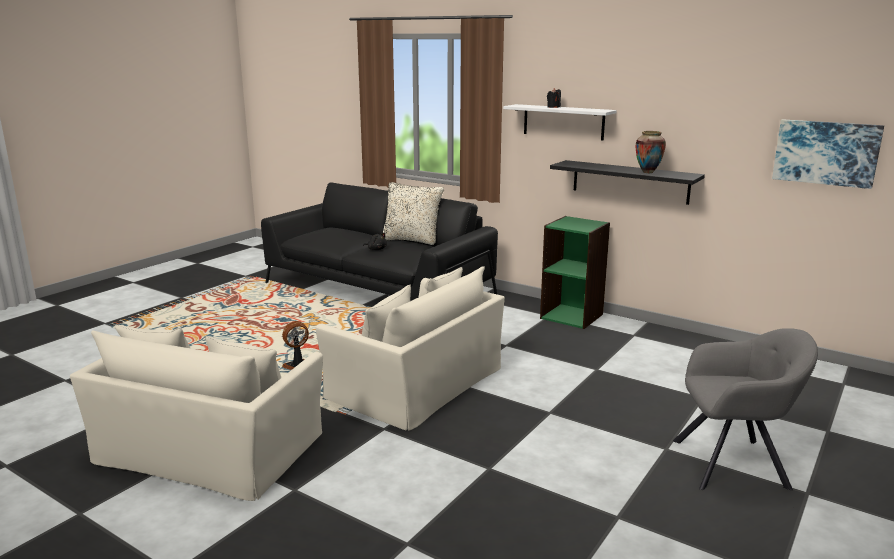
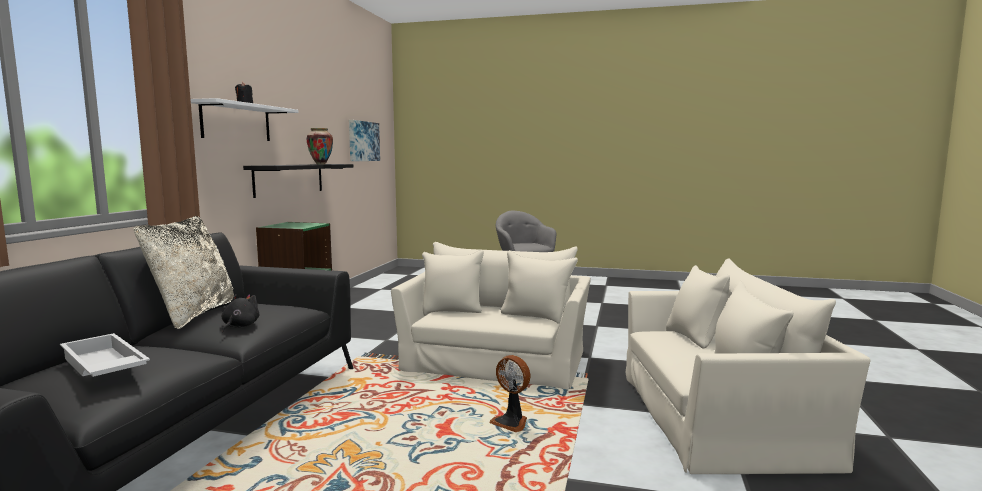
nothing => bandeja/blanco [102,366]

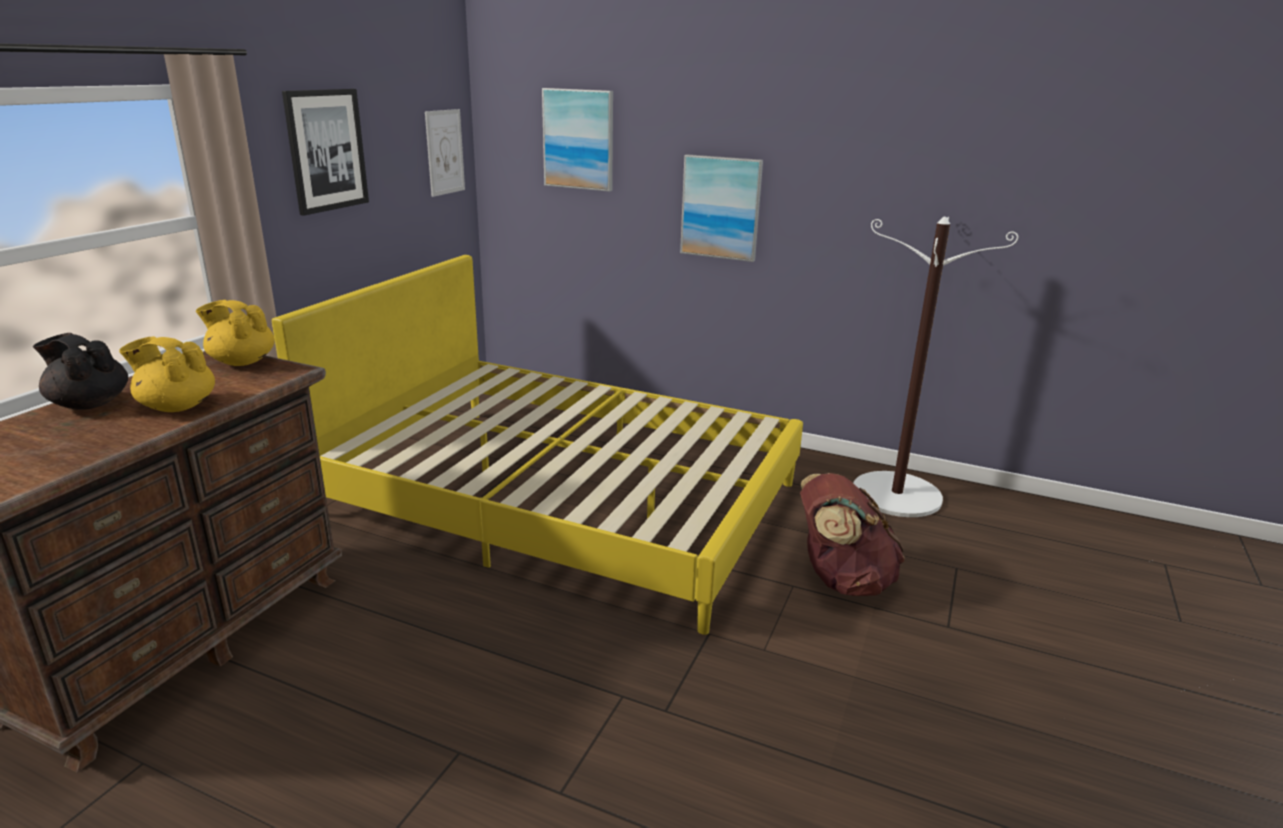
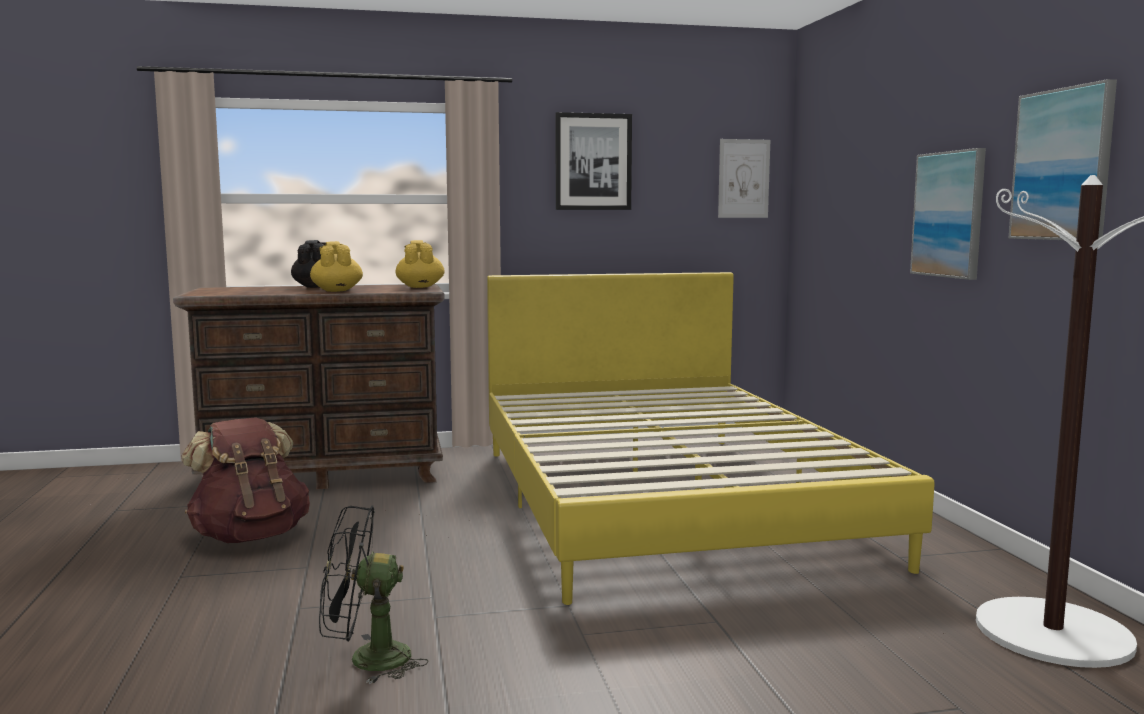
cuadro [578,139] => cuadro [1063,165], moved
mochila/marrón [841,580] => mochila/marrón [250,536], moved
nothing => ventilador/negro [366,660]

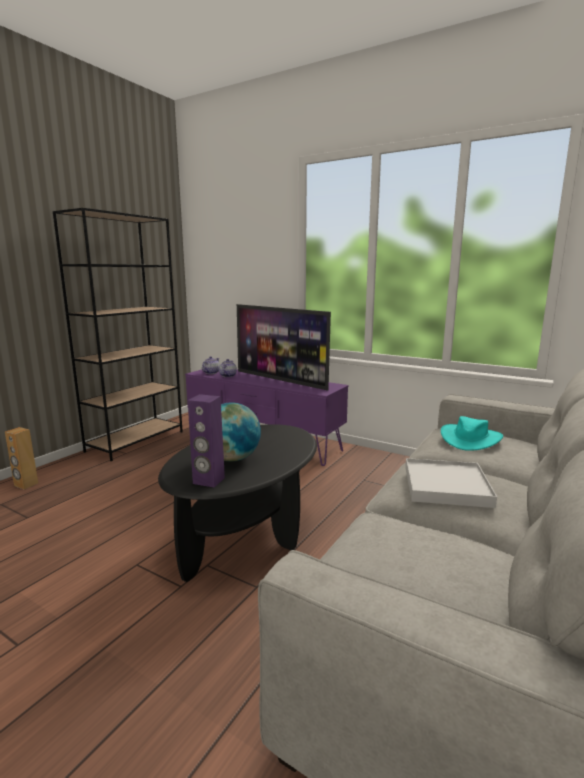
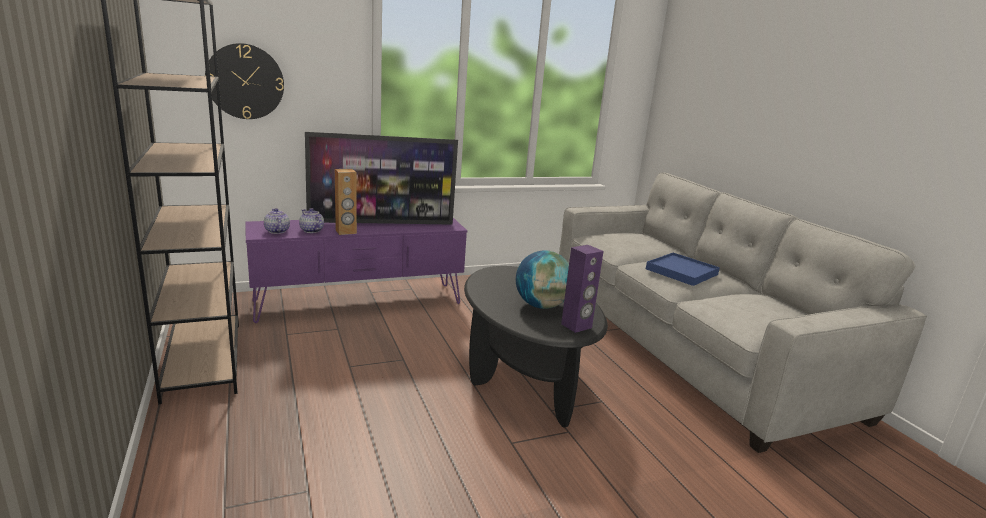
altavoz/marrón [26,484] => altavoz/marrón [346,232], moved
bandeja/blanco [446,486] => bandeja/azul [681,272]
sombrero/turquesa [470,438] => nothing
nothing => reloj de pared [245,81]

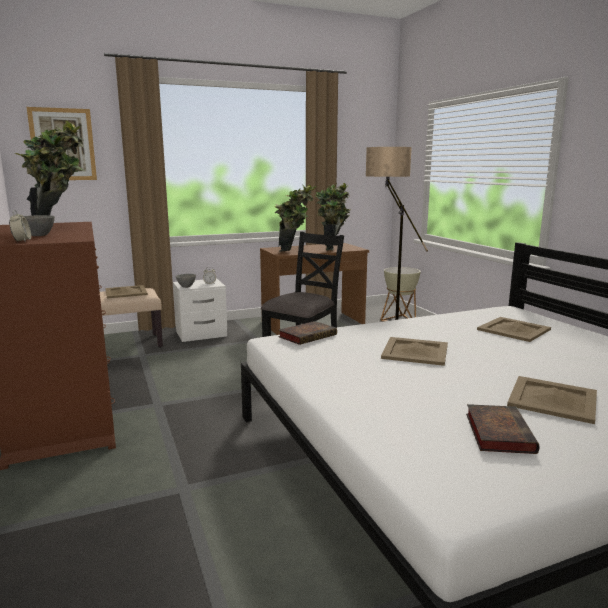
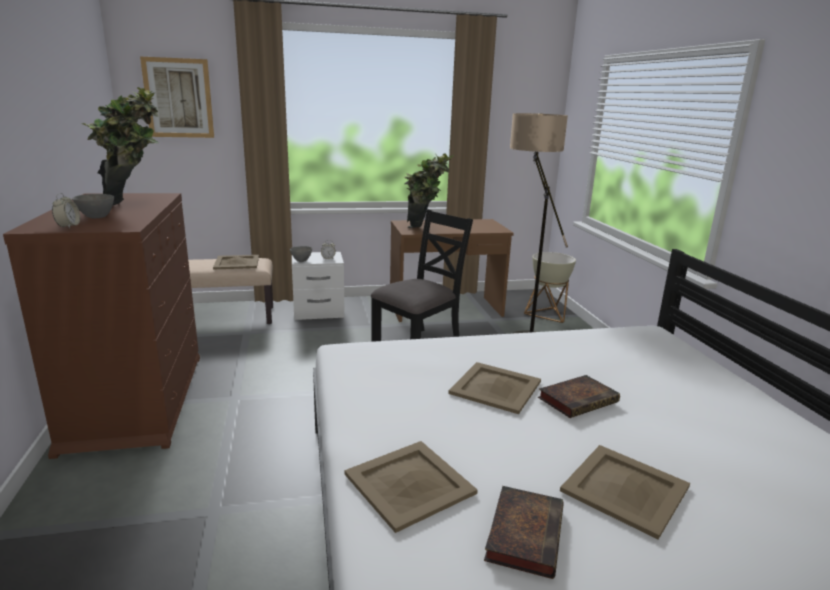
libro [308,336] => libro [578,399], moved
planta en maceta [333,248] => nothing
bandeja/beis [514,329] => bandeja/beis [410,484], moved

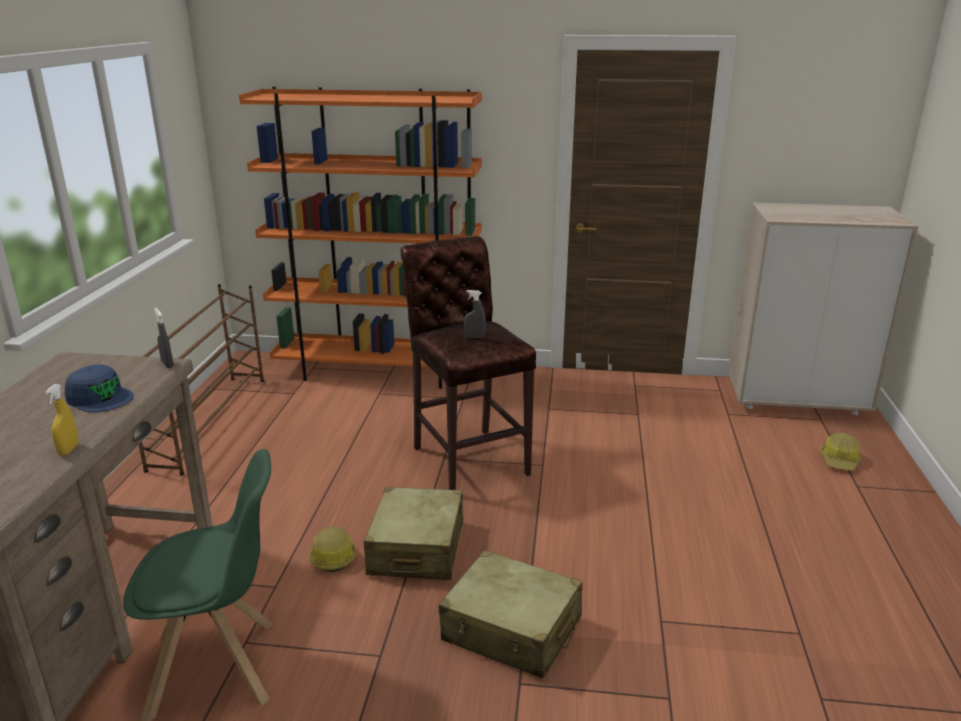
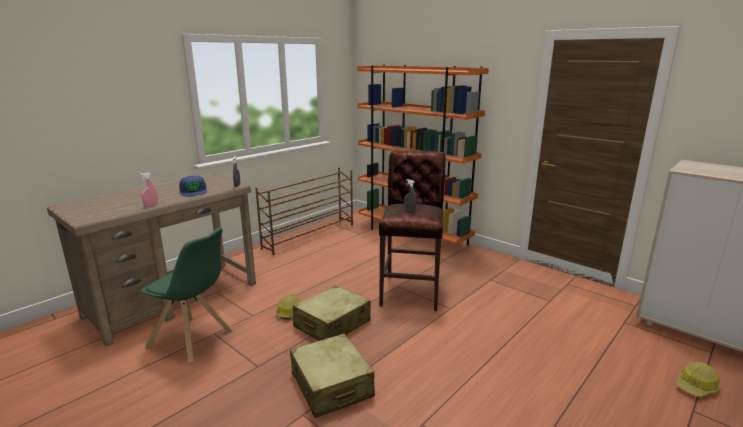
pulverizador/amarillo [68,450] => pulverizador/rosa [151,205]

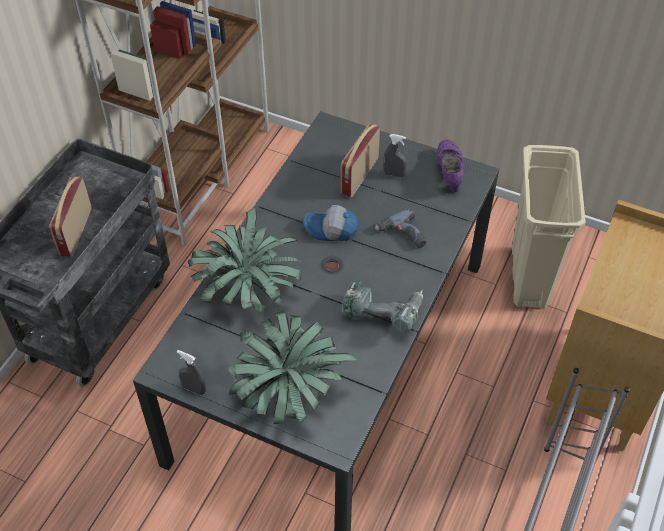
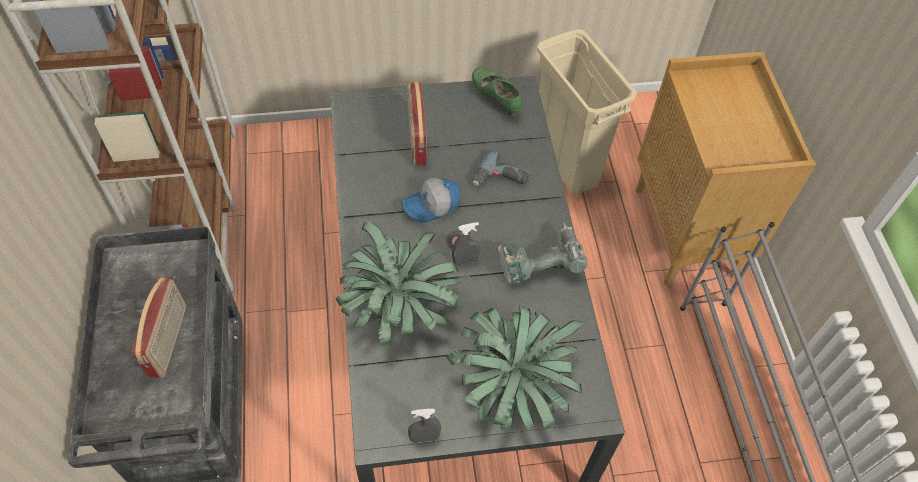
radio [75,231] => radio [169,341], 150 degrees counterclockwise
pulverizador/gris [394,174] => pulverizador/gris [465,261], moved
zapato/morado [449,173] => zapato/verde [496,99]

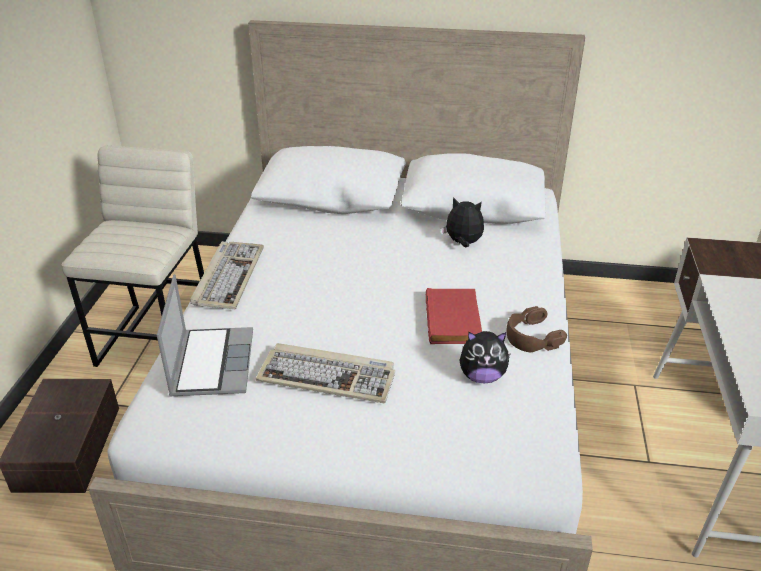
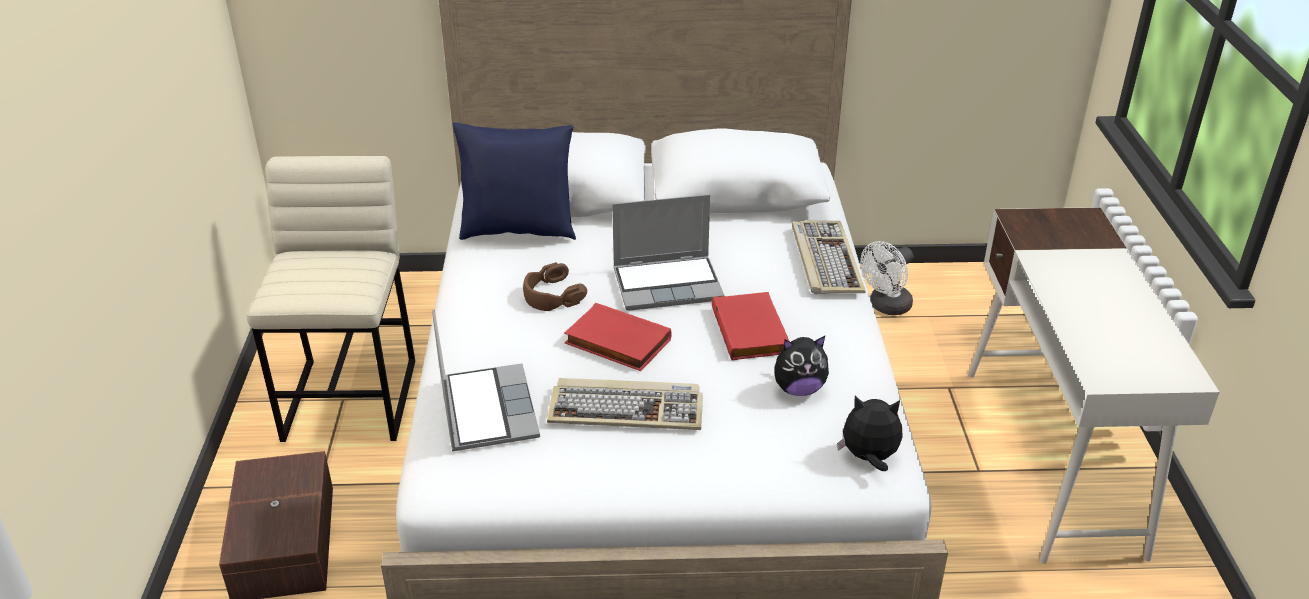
teclado [228,277] => teclado [825,260], moved
peluche [463,243] => peluche [869,458], moved
auriculares/marrón [532,337] => auriculares/marrón [552,295], moved
nothing => cojín/azul [518,230]
nothing => libro/rojo [616,343]
nothing => portátil [669,284]
nothing => ventilador/blanco [886,307]

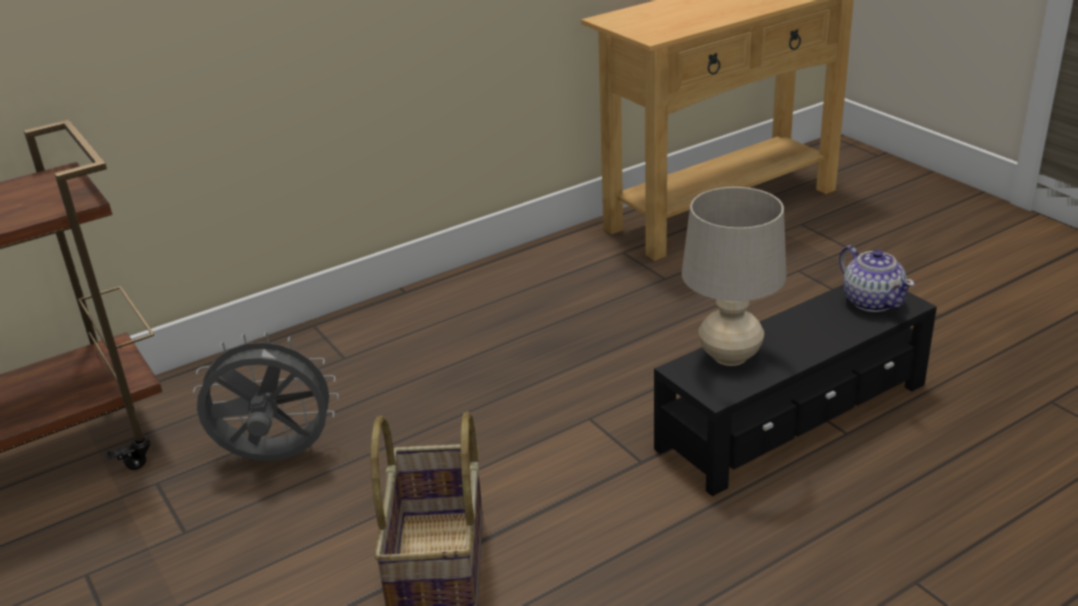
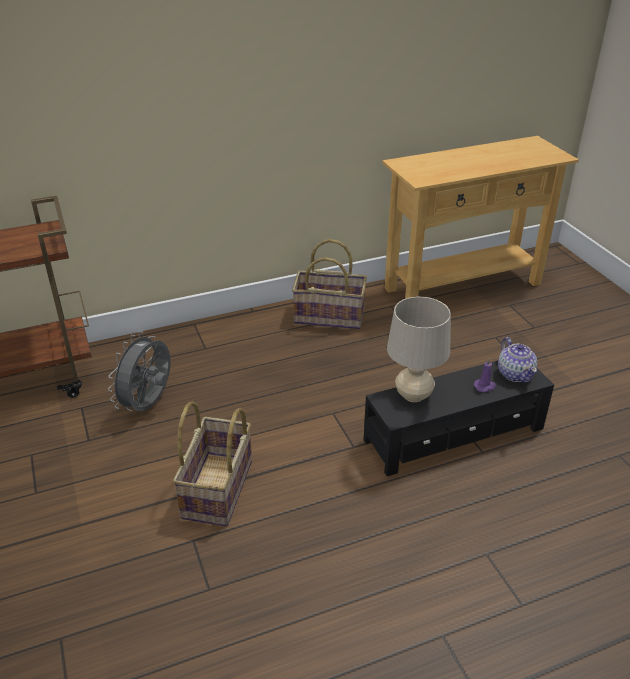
ventilador/gris [275,459] => ventilador/gris [149,405], 75 degrees counterclockwise
nothing => cesta [330,316]
nothing => vela/morado [485,386]

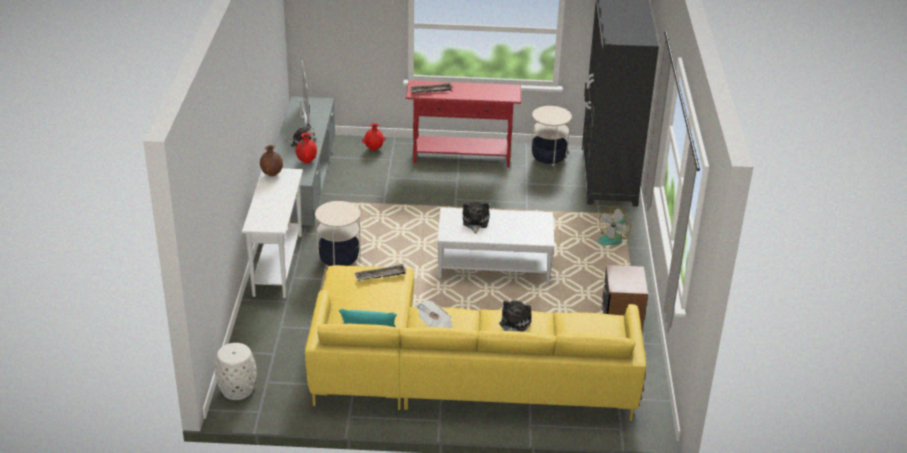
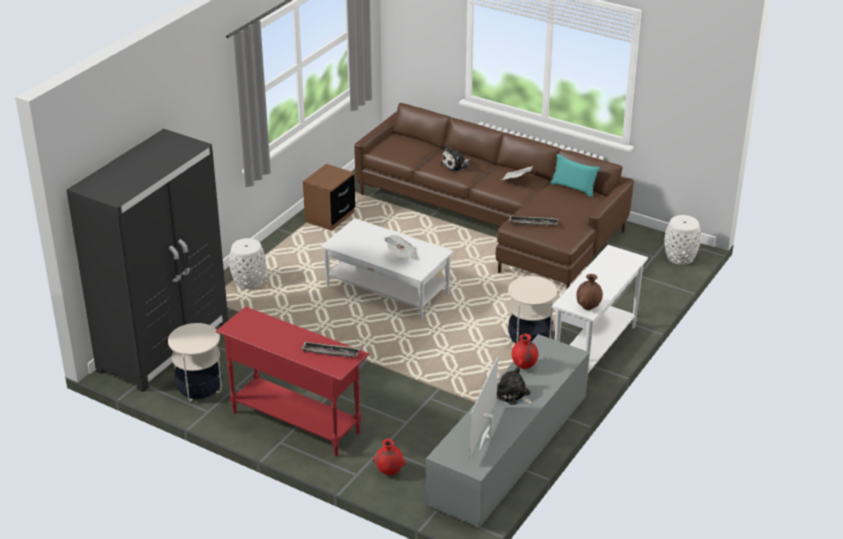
sofá/amarillo [457,373] => sofá/marrón [496,221]
peluche [475,222] => periódico [402,256]
ventilador [613,238] => taburete/blanco [249,281]

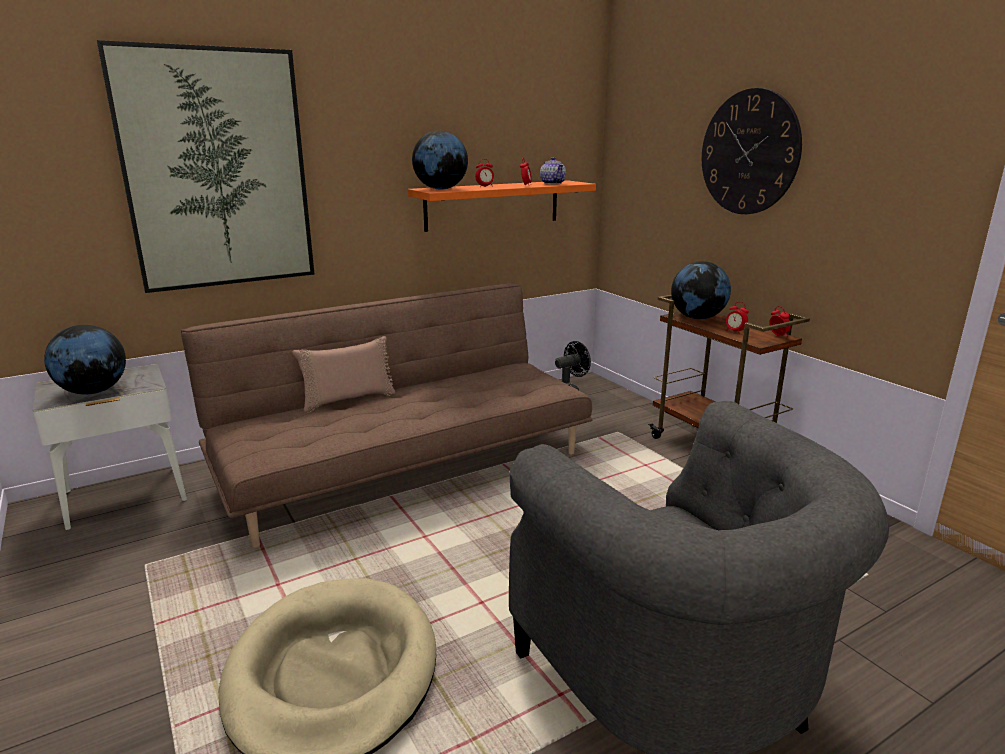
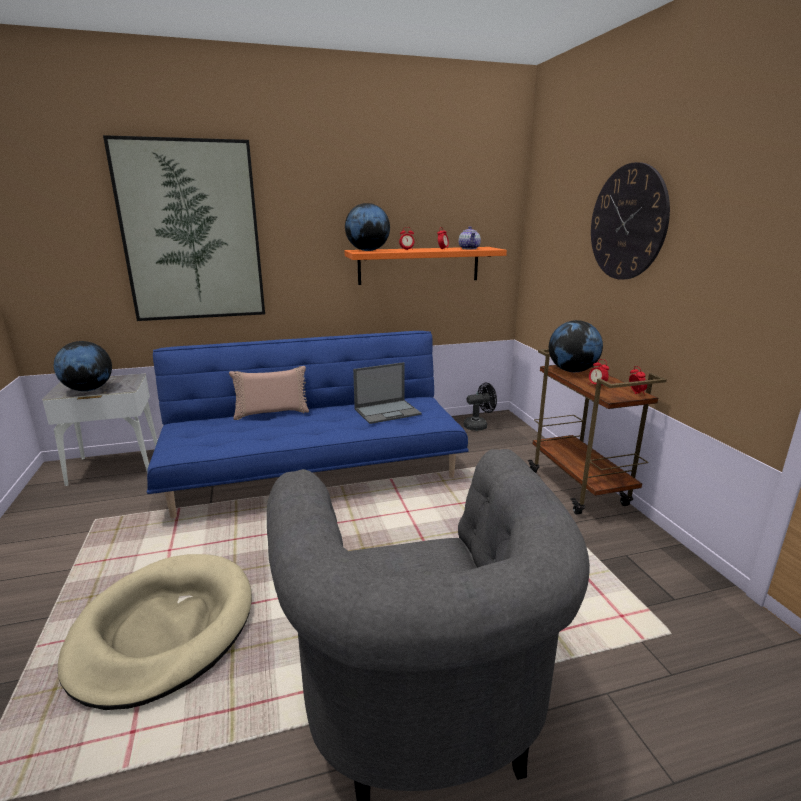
sofá/marrón [403,466] => sofá/azul [313,470]
nothing => portátil [388,411]

